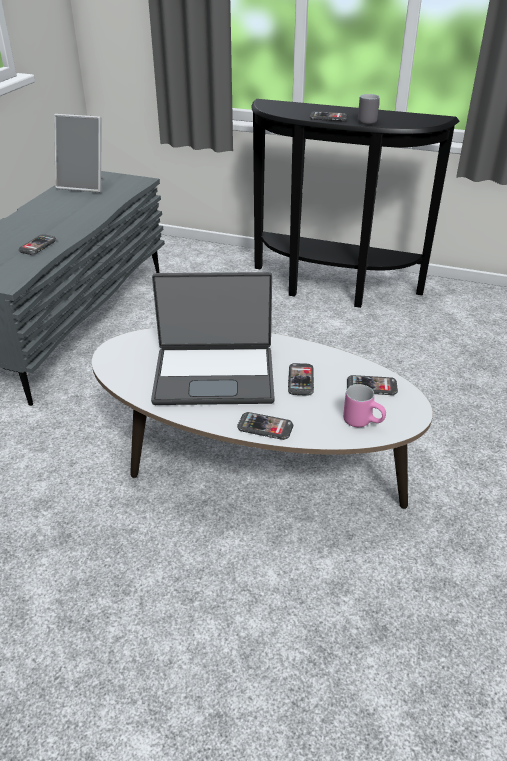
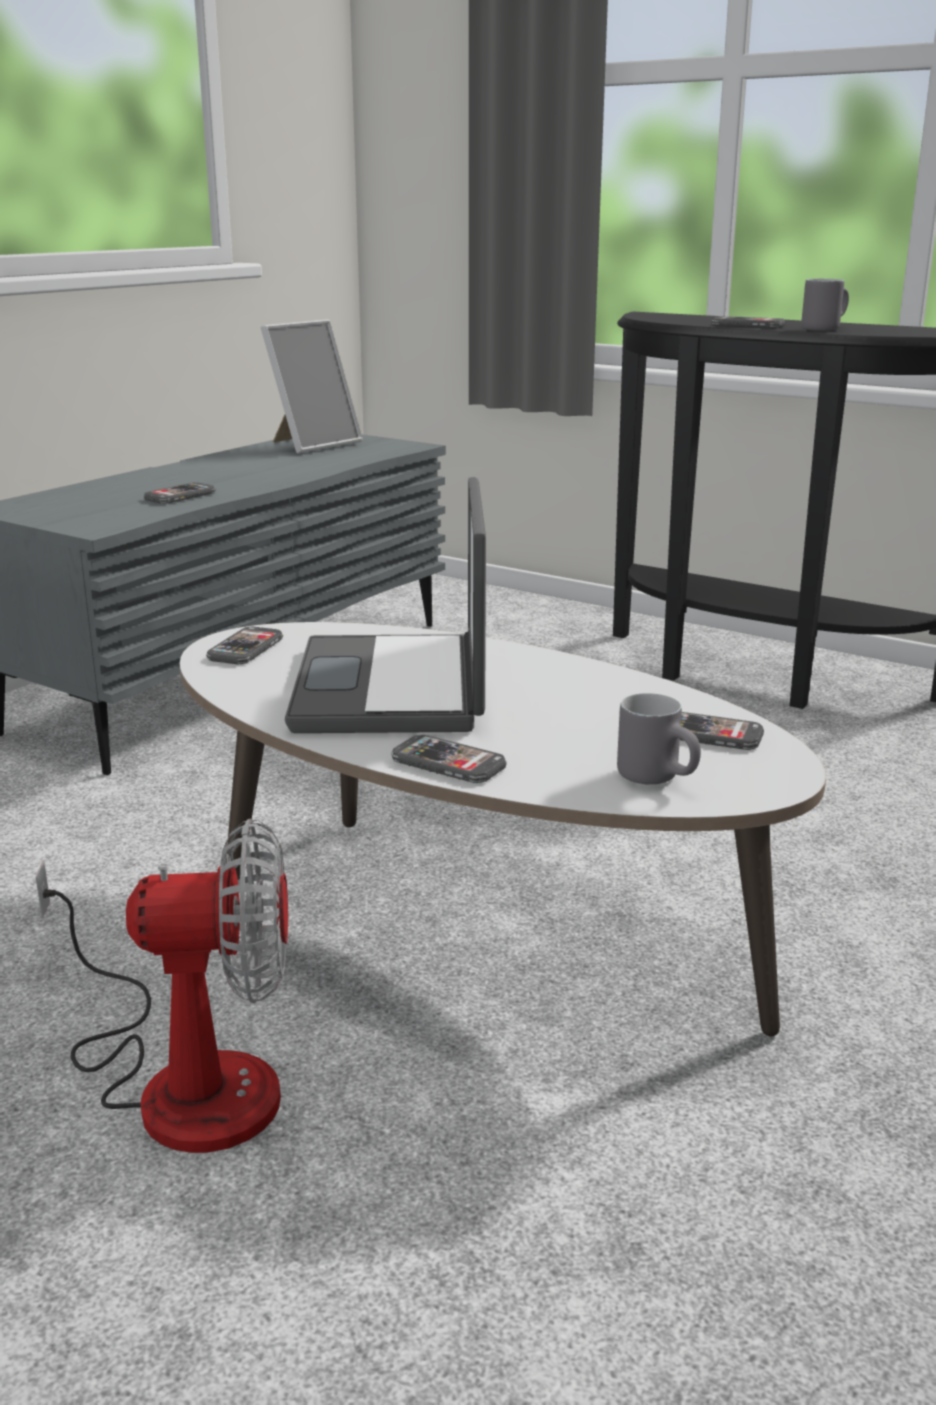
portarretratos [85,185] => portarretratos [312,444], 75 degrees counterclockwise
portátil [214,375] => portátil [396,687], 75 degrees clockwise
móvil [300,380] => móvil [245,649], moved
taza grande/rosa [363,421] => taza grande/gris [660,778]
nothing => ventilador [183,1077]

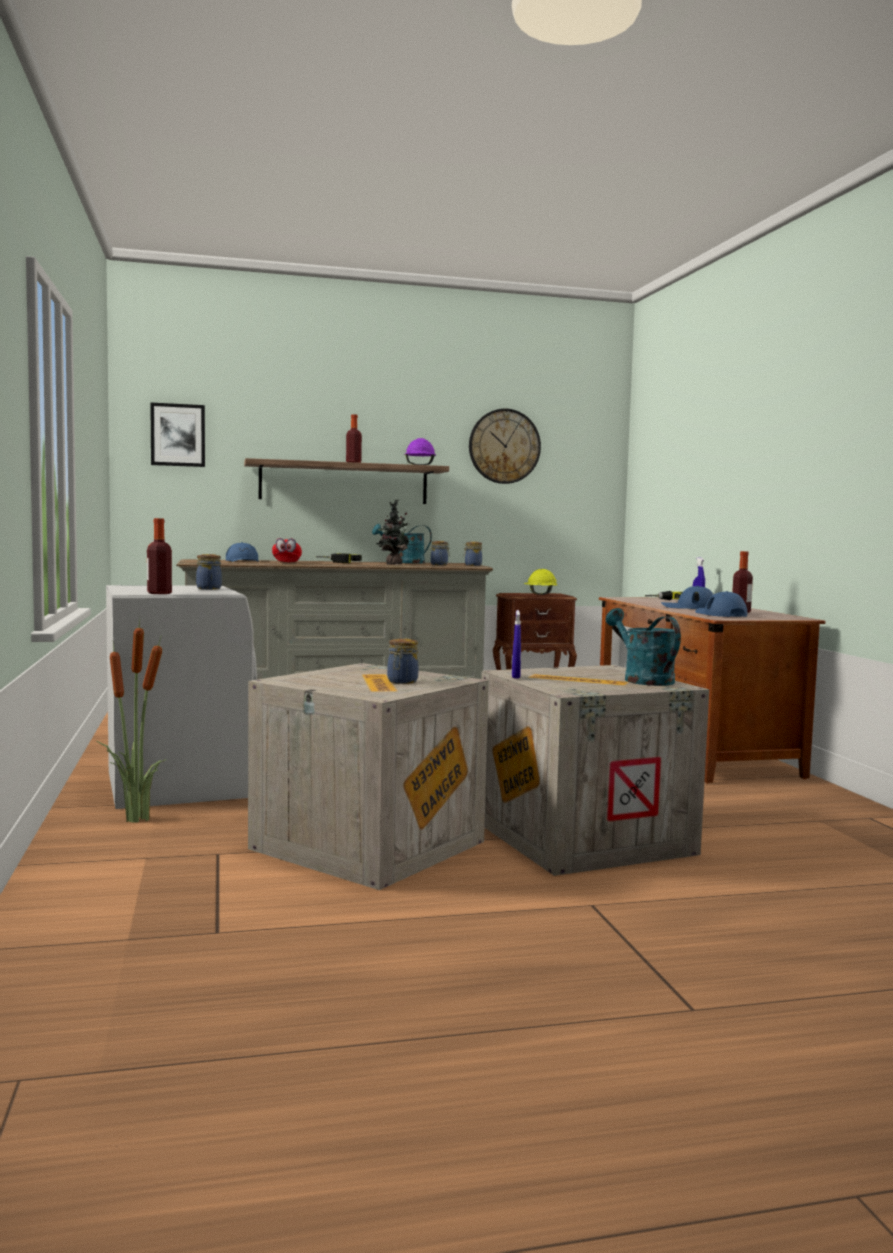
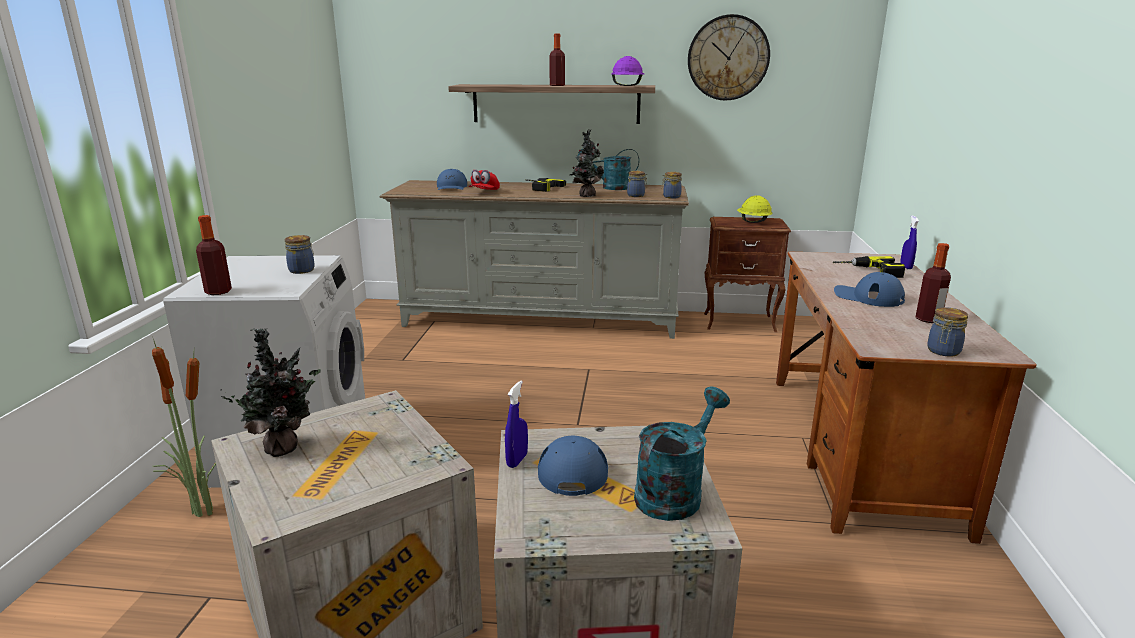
cuadro [178,435] => nothing
tarro [402,681] => tarro [943,351], moved
regadera/turquesa [642,679] => regadera/turquesa [674,492], 45 degrees clockwise
gorra/azul [720,614] => gorra/azul [573,468], moved
nothing => planta en maceta [283,447]

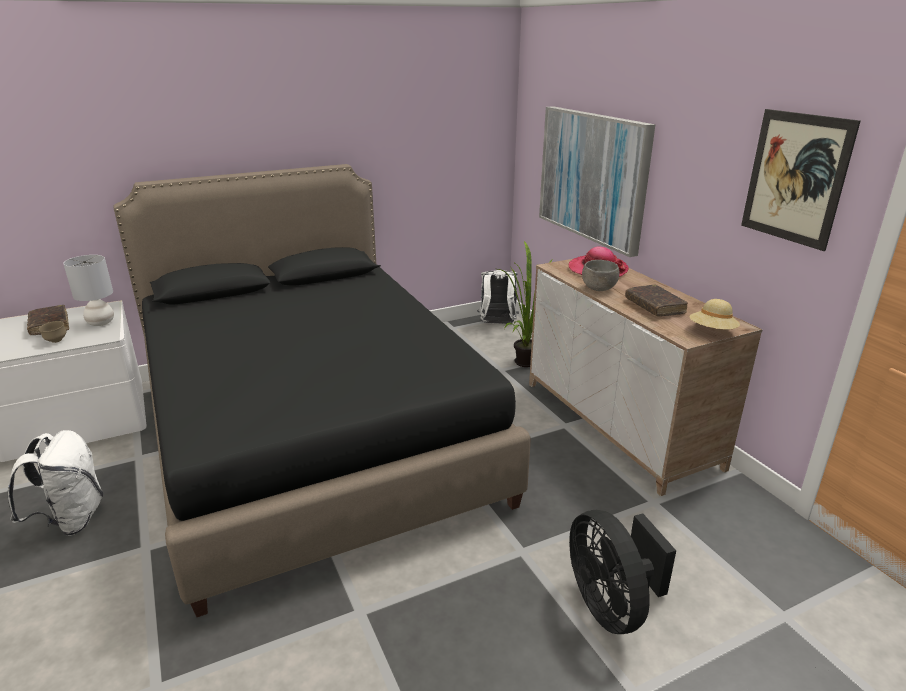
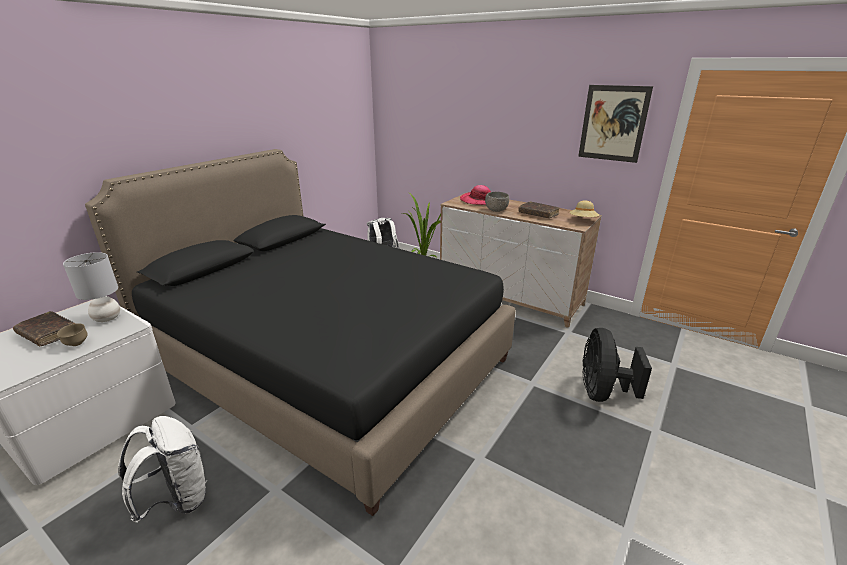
cuadro [593,176] => nothing
ventilador/negro [611,605] => ventilador/negro [602,392], 60 degrees clockwise

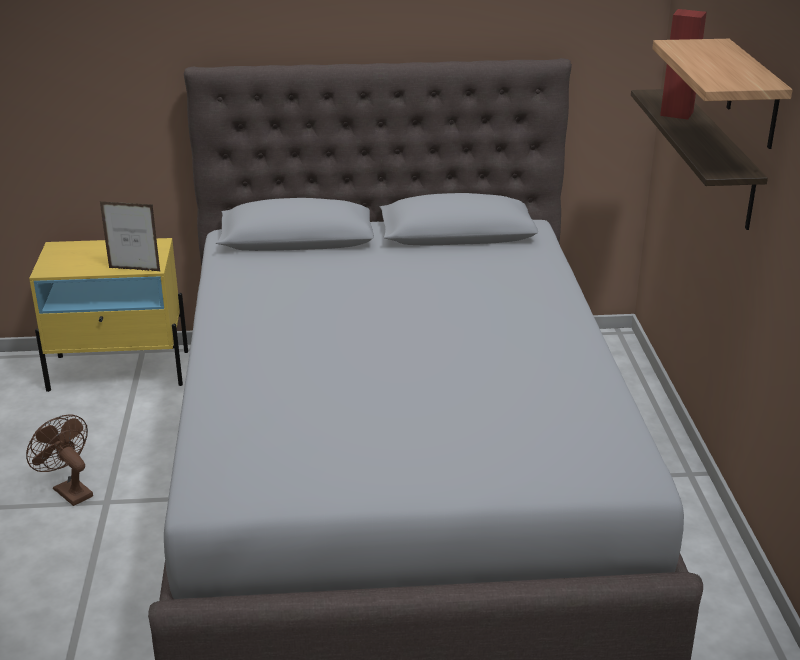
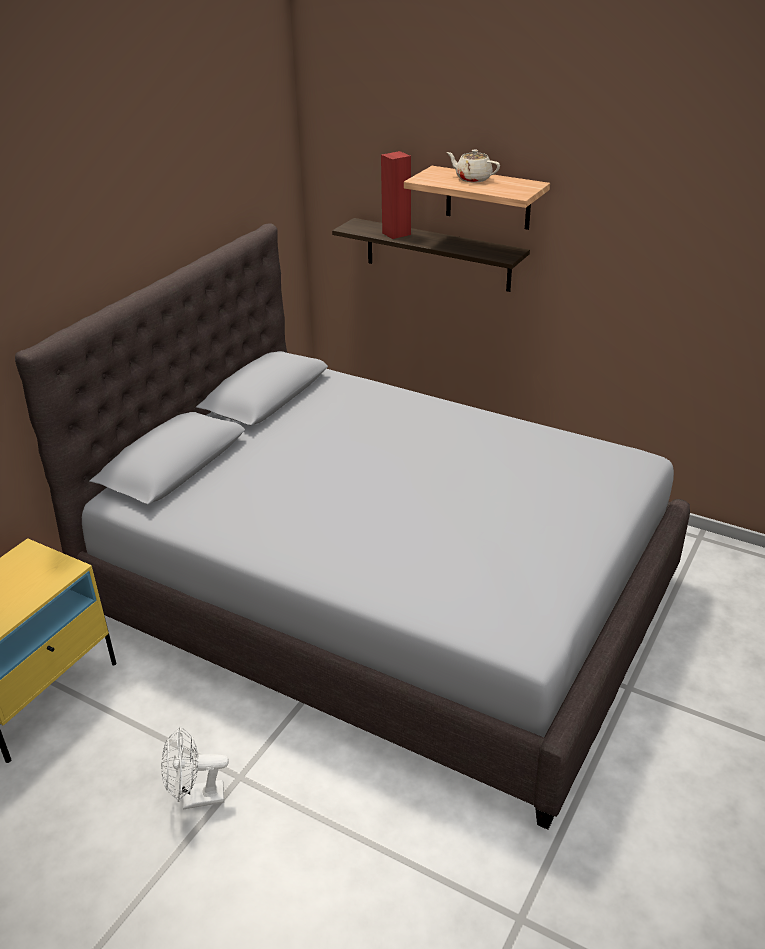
ventilador/marrón [69,490] => ventilador/blanco [196,798]
portarretratos [134,269] => nothing
nothing => tetera/beis [472,179]

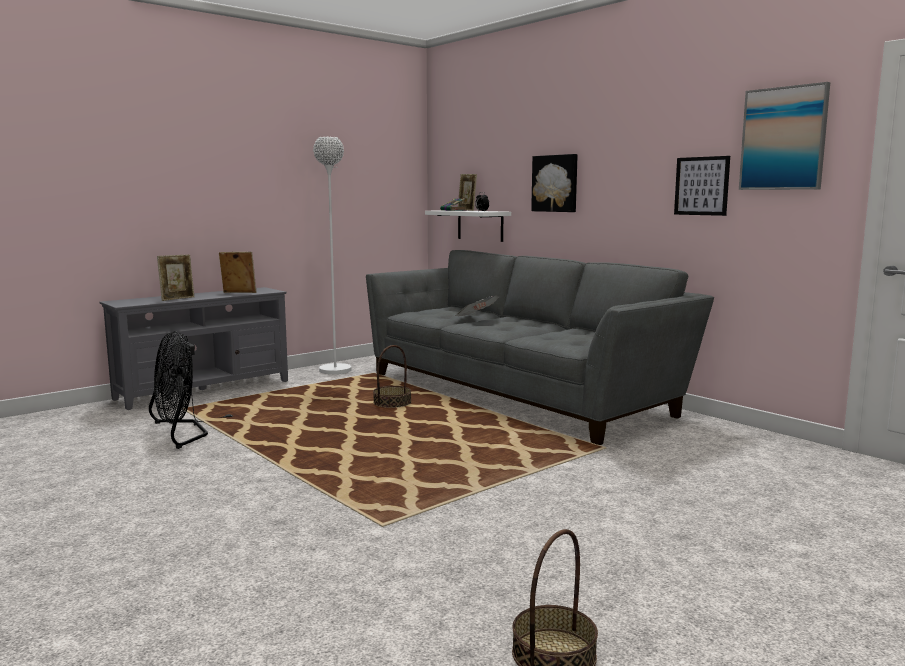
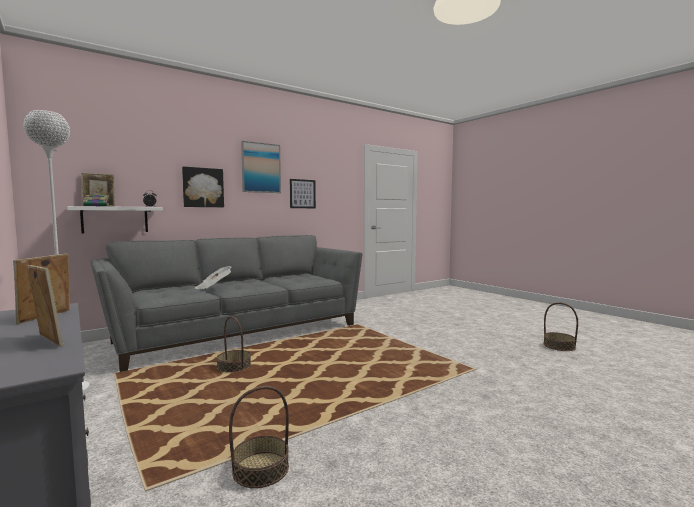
ventilador/negro [186,431] => cesta [261,469]
cuadro [783,139] => cuadro [261,168], moved

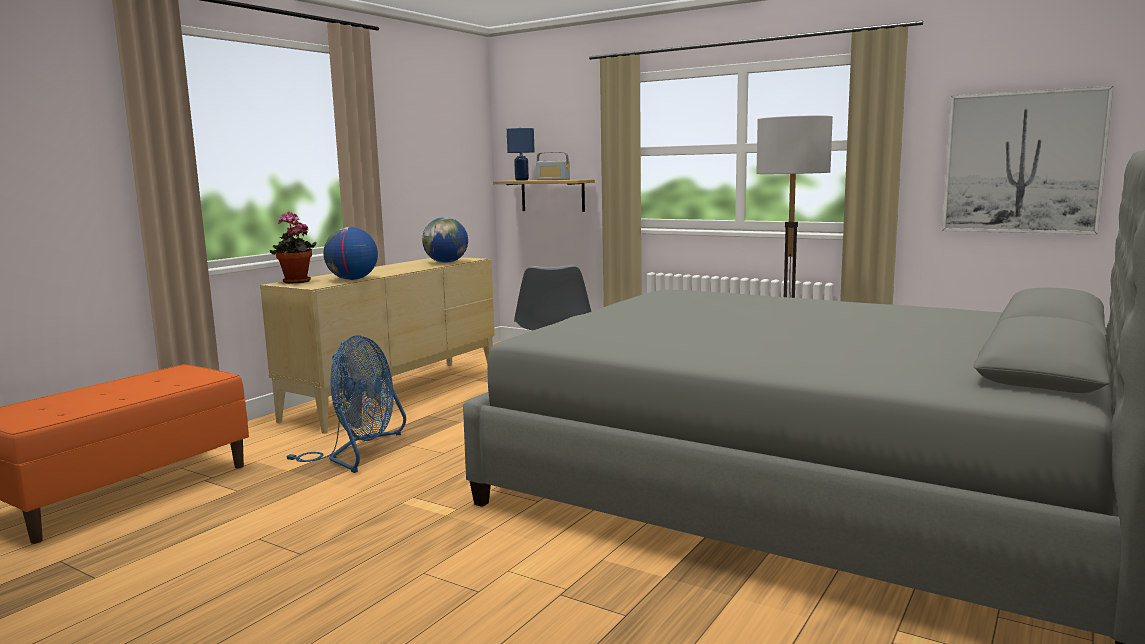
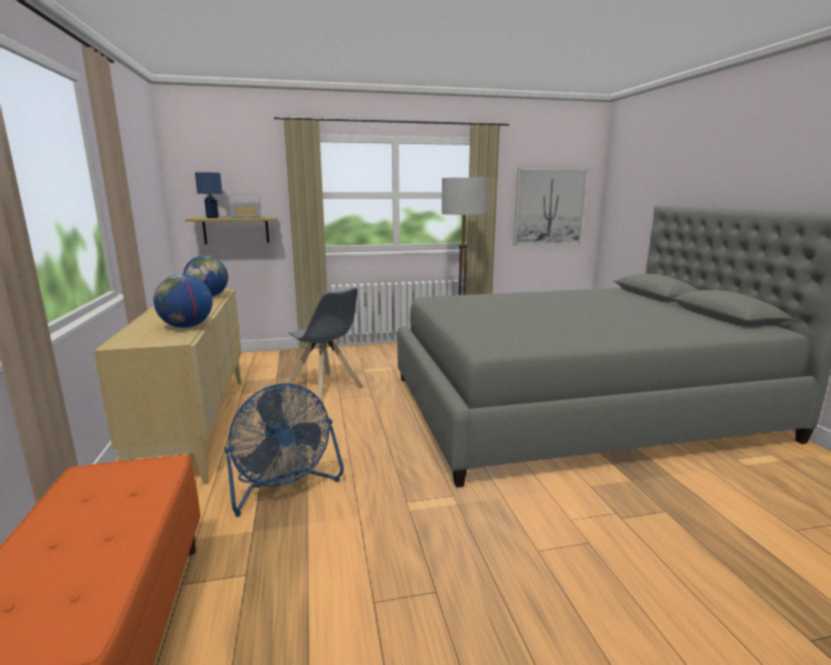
planta en maceta [296,282] => nothing
ventilador/azul [356,452] => ventilador/azul [279,488], 90 degrees clockwise

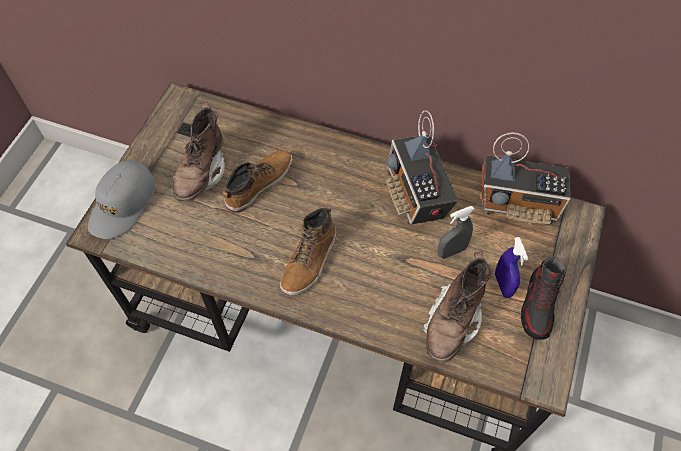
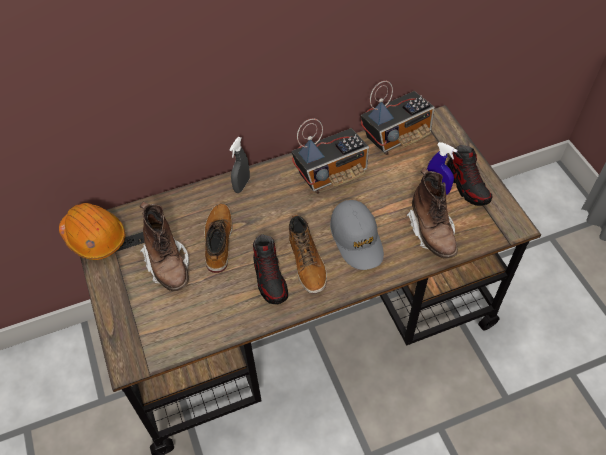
gorra/gris [123,204] => gorra/gris [357,239], moved
radio [416,195] => radio [332,174], 60 degrees counterclockwise
pulverizador/gris [451,251] => pulverizador/gris [241,185], moved
nothing => casco/naranja [94,237]
nothing => zapato [270,278]

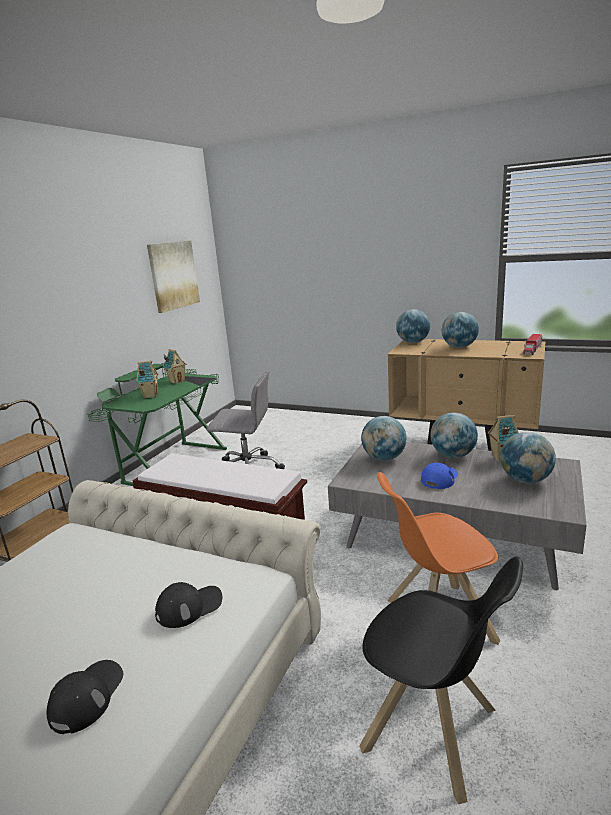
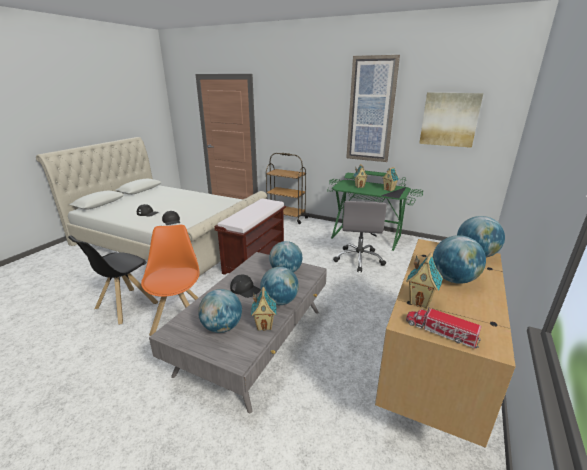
gorra/azul [439,478] => gorra/negro [245,289]
nothing => cuadro [371,110]
nothing => casita [420,301]

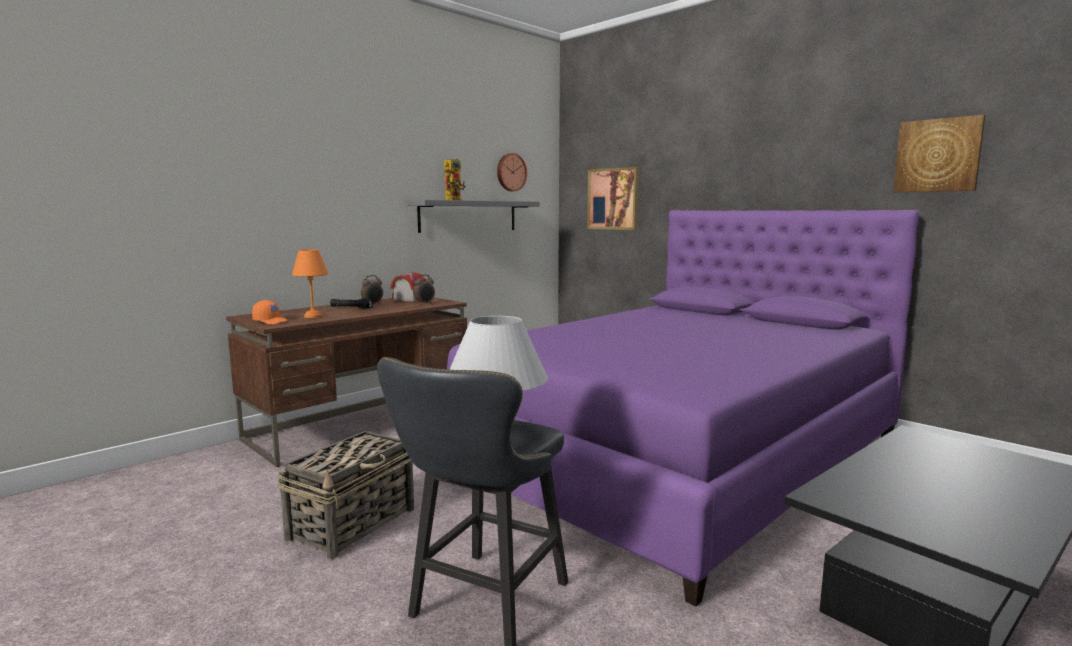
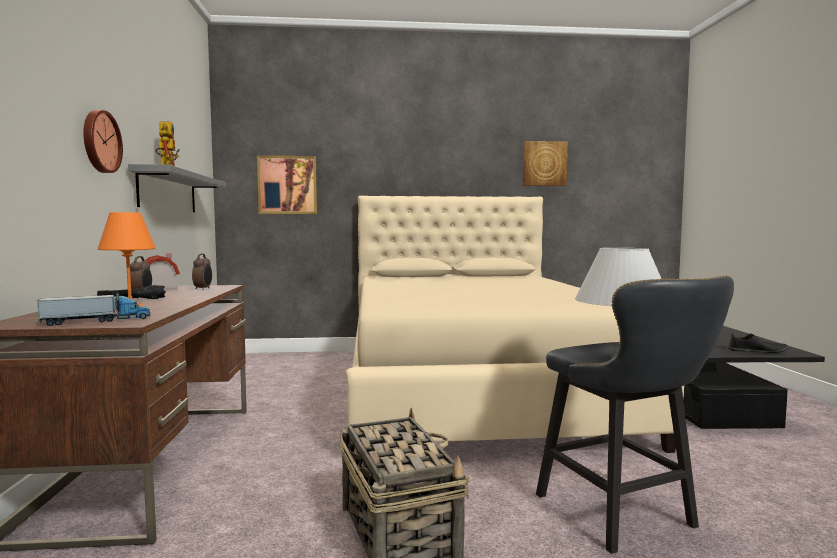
gorra/naranja [271,321] => camión de juguete [97,321]
cama/morado [678,455] => cama/beis [474,387]
reloj de pared [510,172] => reloj de pared [100,141], moved
nothing => zapato/negro [757,351]

